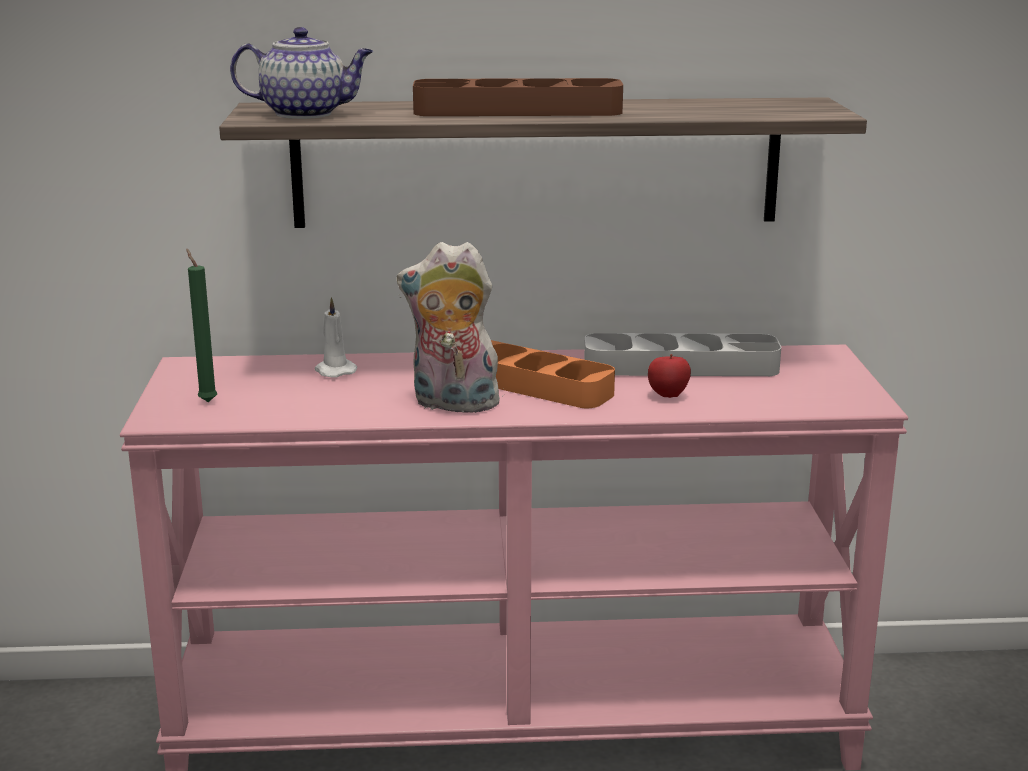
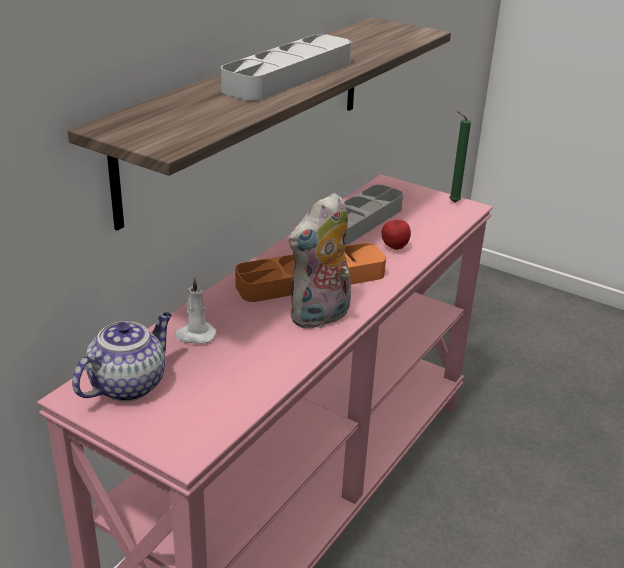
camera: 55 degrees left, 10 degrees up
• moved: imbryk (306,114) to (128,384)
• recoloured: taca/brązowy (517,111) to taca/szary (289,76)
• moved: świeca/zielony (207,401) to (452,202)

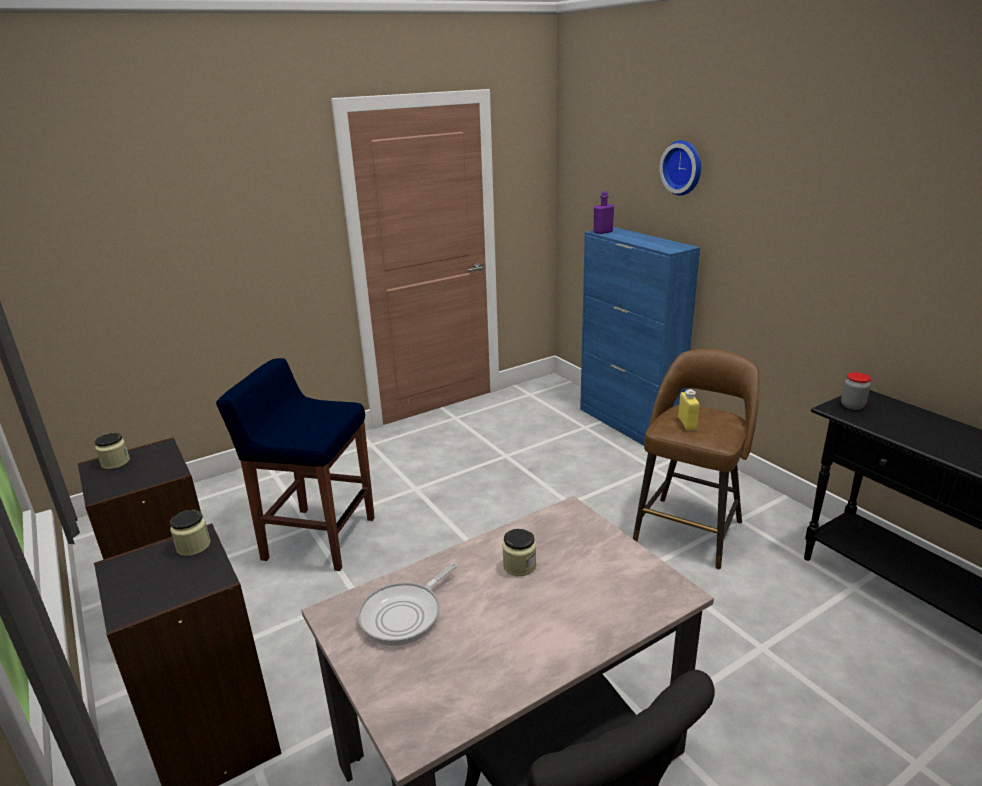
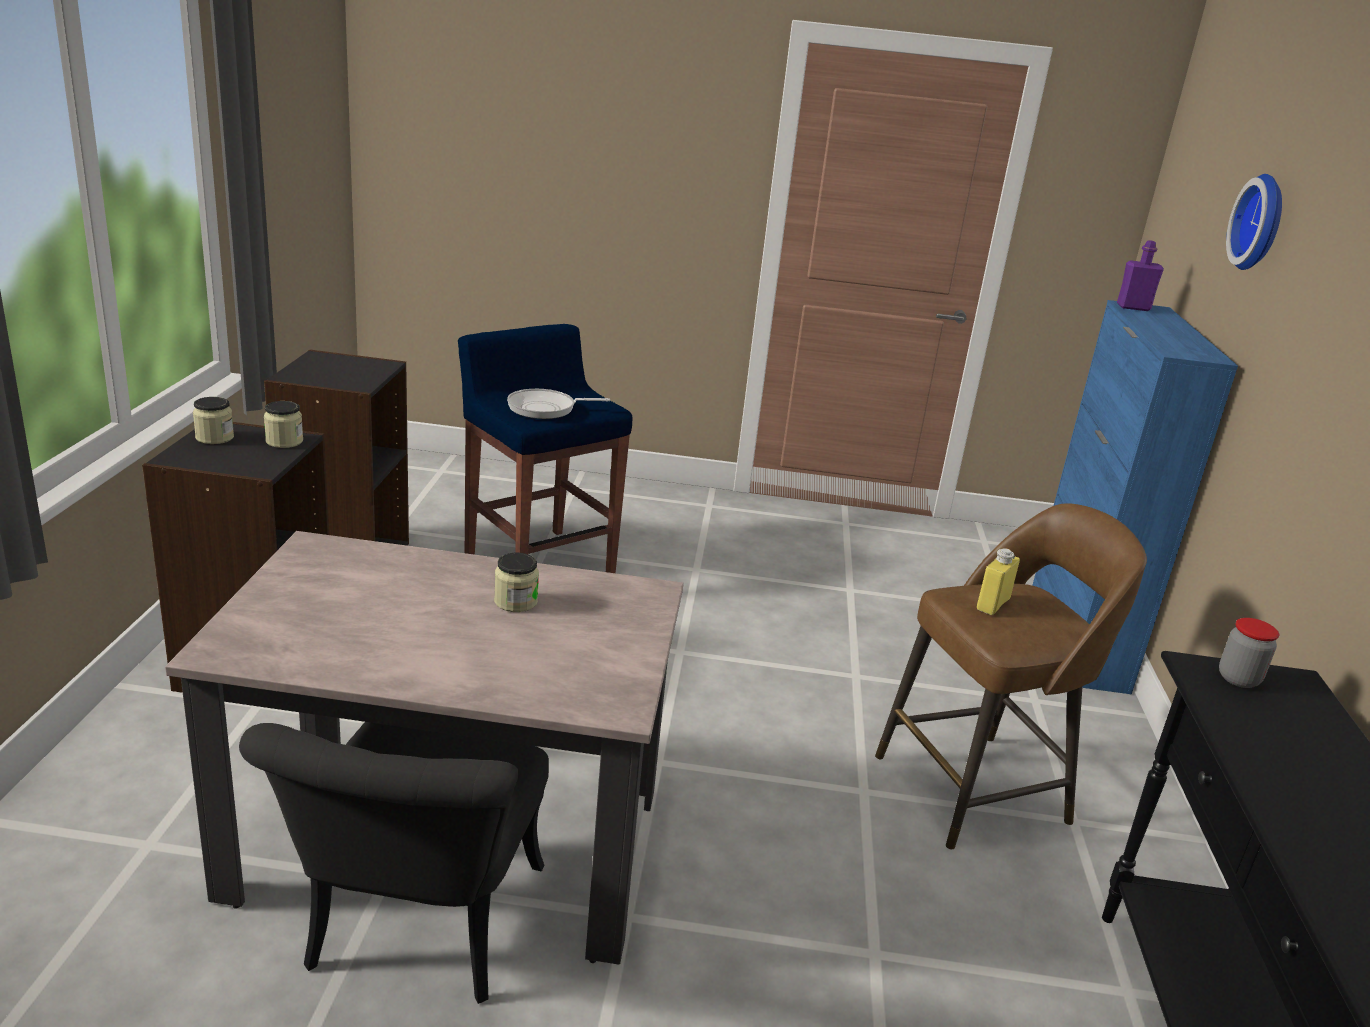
camera: 35 degrees right, 0 degrees up
• moved: słoik (115,462) to (215,437)
• moved: patelnia (405,615) to (546,409)

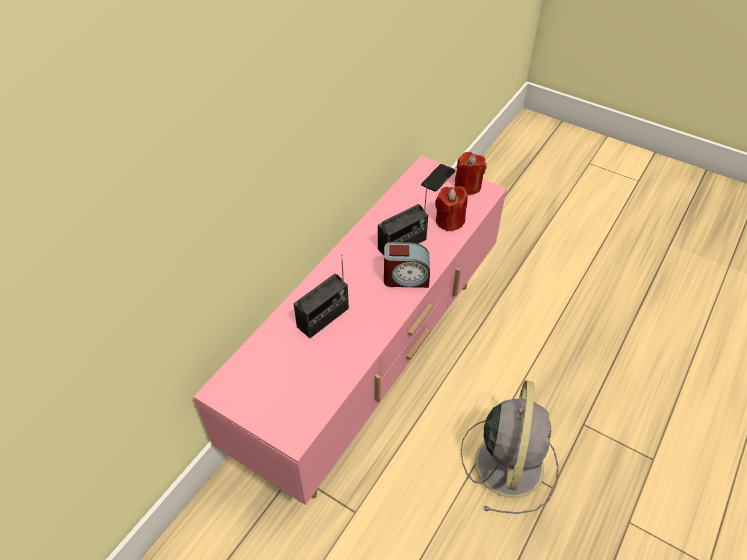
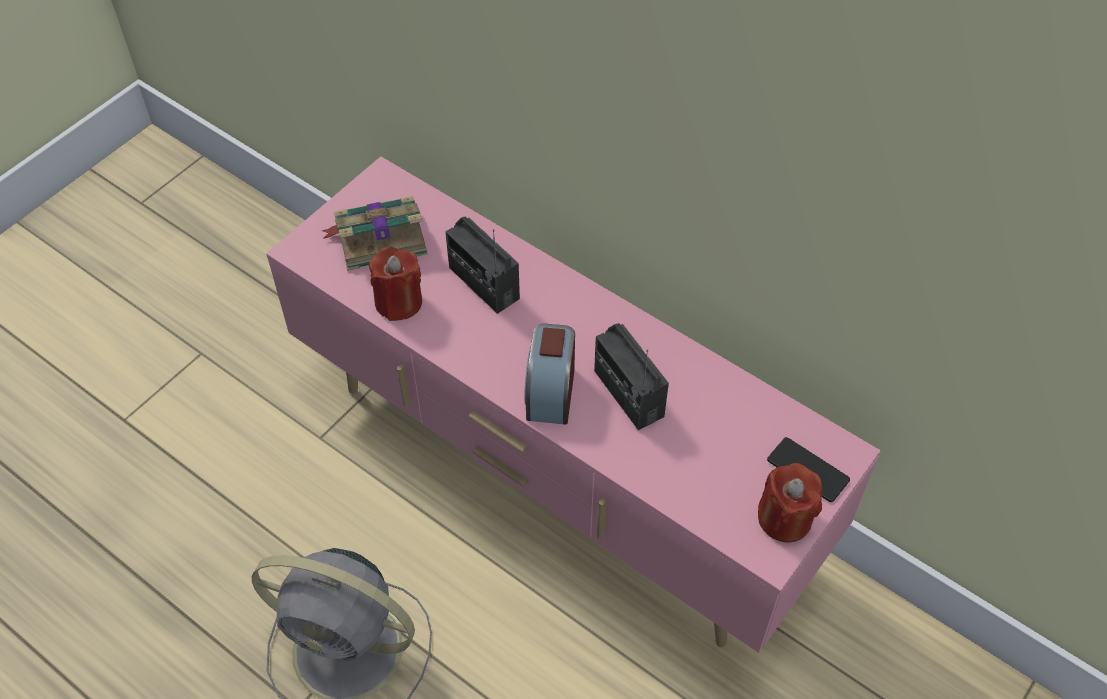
camera: 95 degrees right, 5 degrees up
• moved: świeca/czerwony (449,221) to (398,302)
• added: książka (378,238)

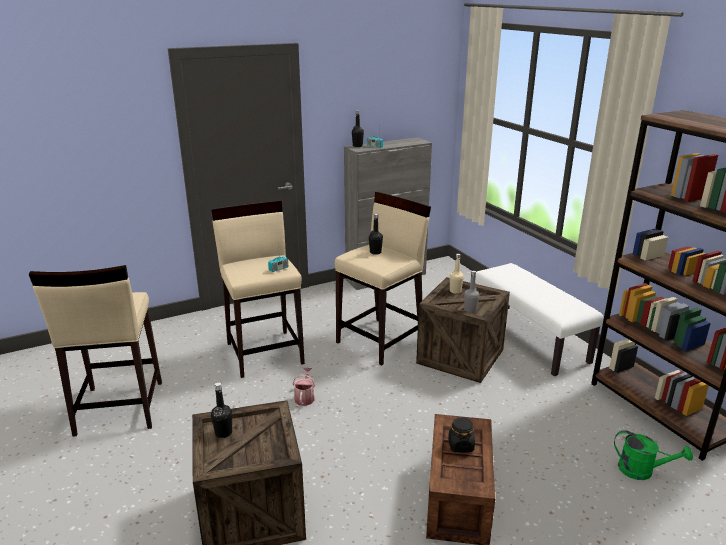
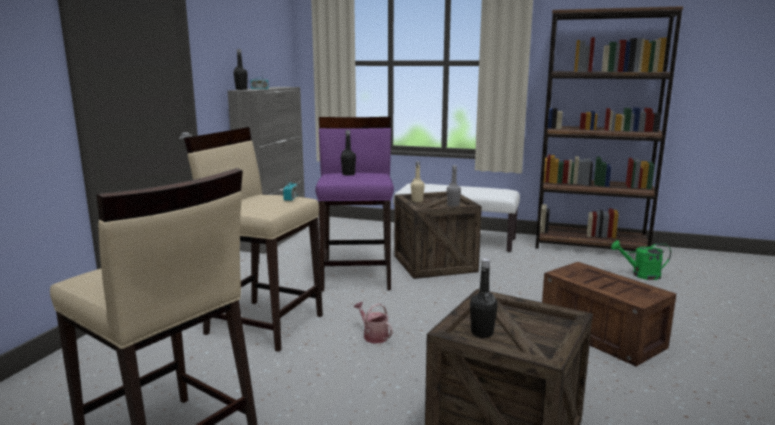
camera: 45 degrees left, 10 degrees down
• recoloured: stołek/beżowy (381,340) to stołek/fioletowy (357,276)
• removed: słoik/czarny (460,445)
• turned: konewka/zielony (642,471) = (641,275) 150 degrees counterclockwise

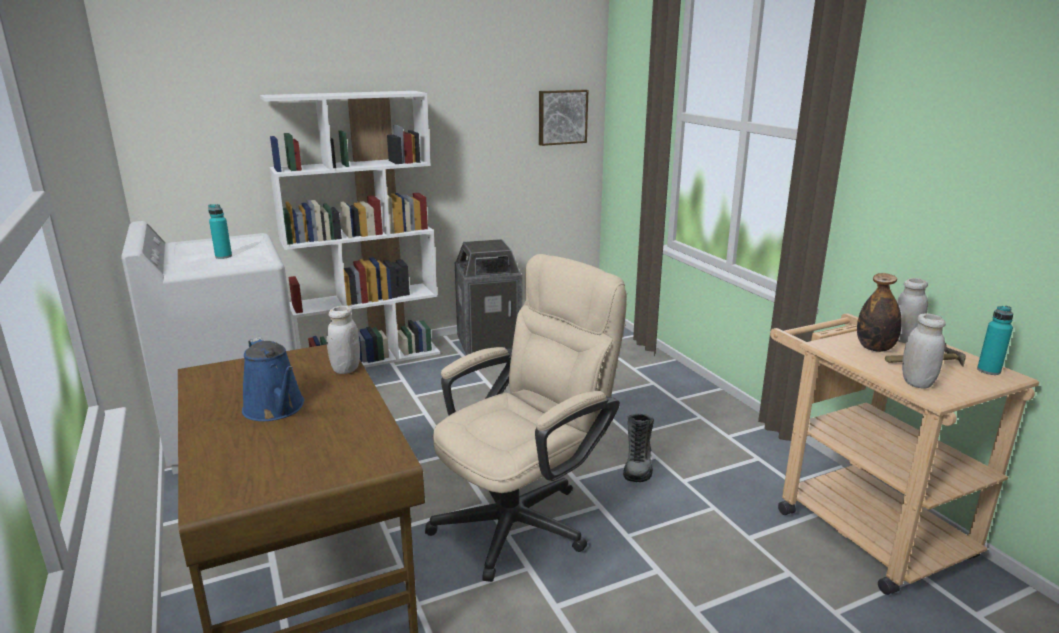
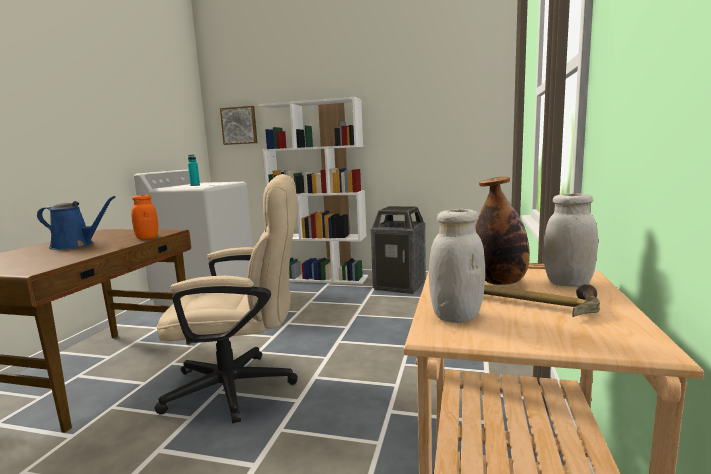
camera: 40 degrees right, 10 degrees down
• moved: obraz (562,117) to (239,125)
• recoloured: słoik/biały (345,369) to słoik/pomarańczowy (147,238)
• removed: butelka/turkusowy (988,370)
• turned: konewka/niebieski (276,409) = (76,245) 90 degrees counterclockwise
• removed: but z cholewką (638,465)

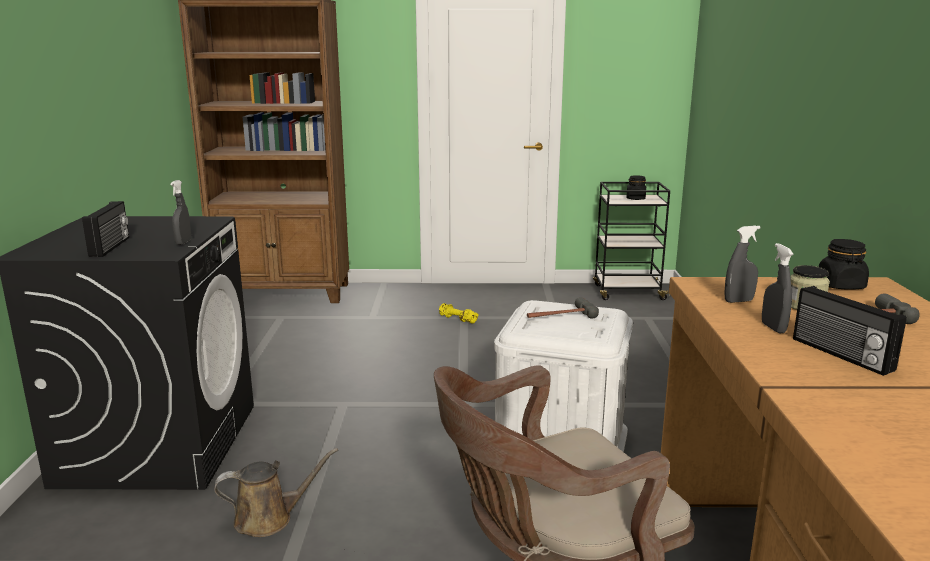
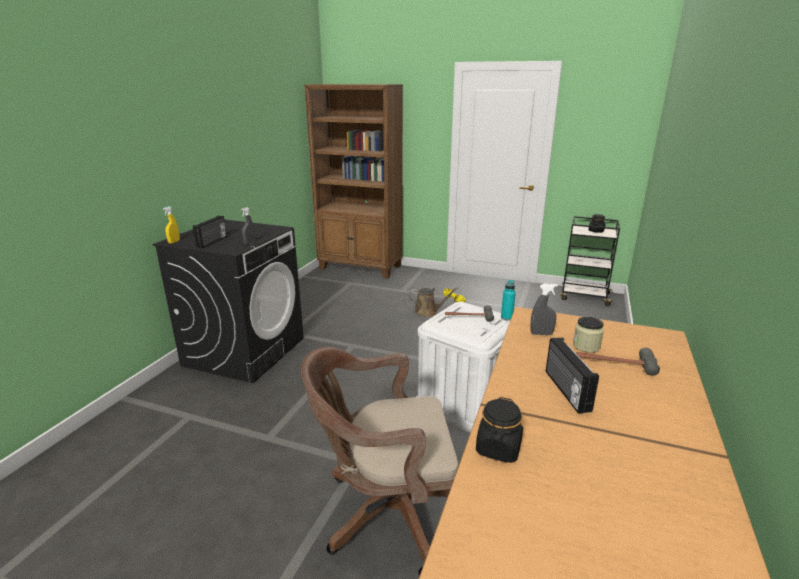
camera: 20 degrees right, 5 degrees up
• moved: słoik/czarny (841,285) to (498,448)
• removed: spryskiwacz/szary (773,328)
• moved: konewka/brązowy (269,519) to (428,312)
• added: spryskiwacz/żółty (174,242)
• added: butelka/turkusowy (506,318)

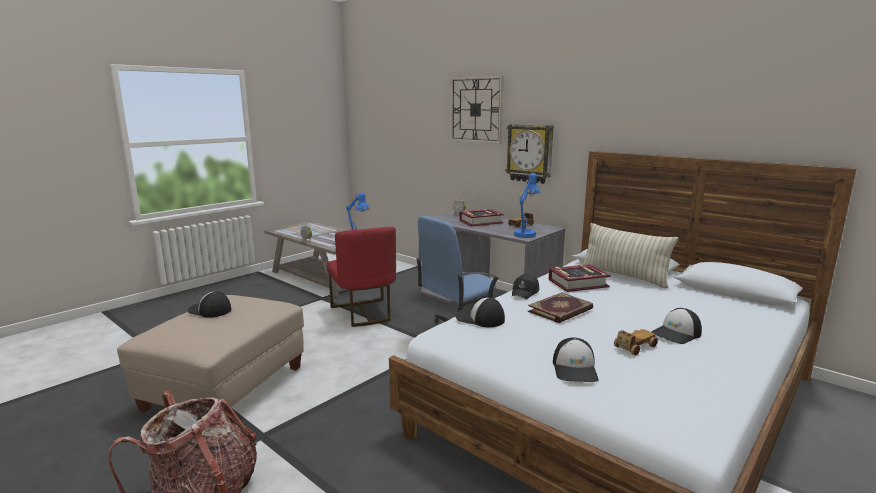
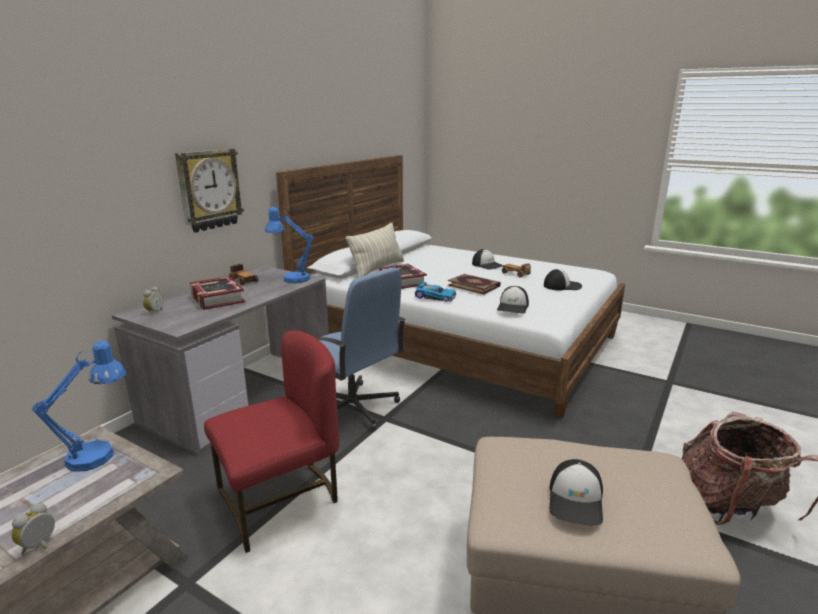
camera: 100 degrees left, 5 degrees up
• removed: zegar ścienny (476,109)
• replaced: czapka z daszkiem/czarny (525,292) to samochodzik (435,296)

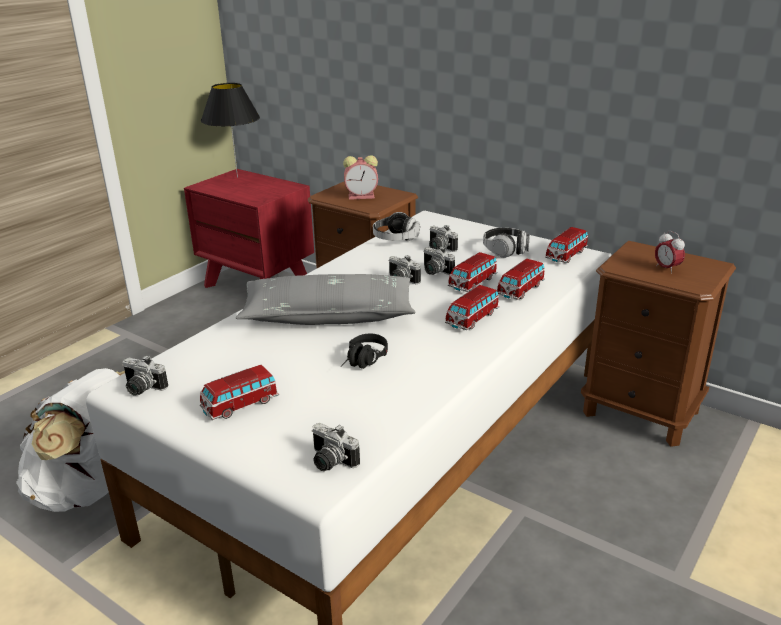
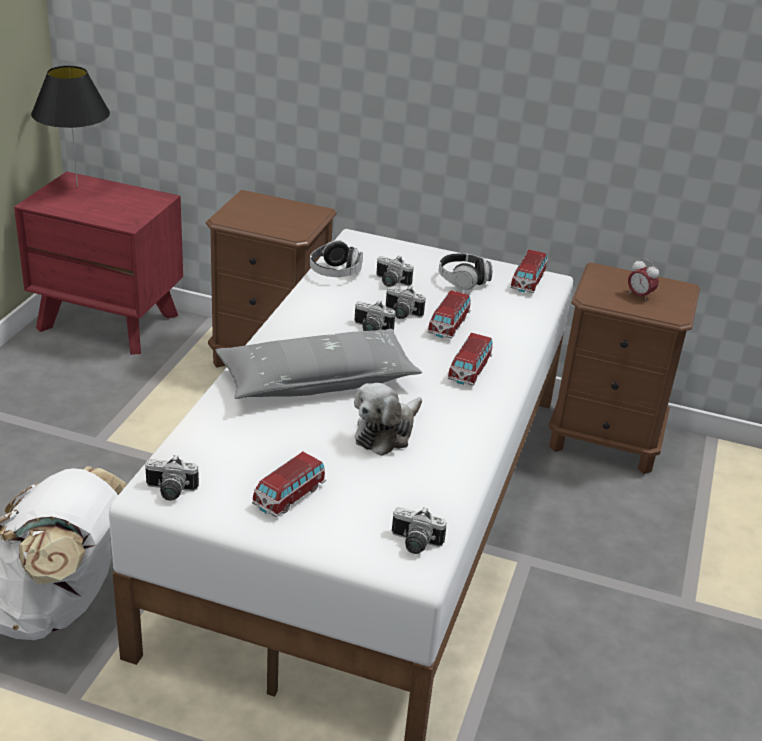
camera: 20 degrees left, 5 degrees up
• removed: budzik (362,196)
• removed: samochodzik (520,290)
• replaced: słuchawki/czarny (363,362) to pluszak (386,432)

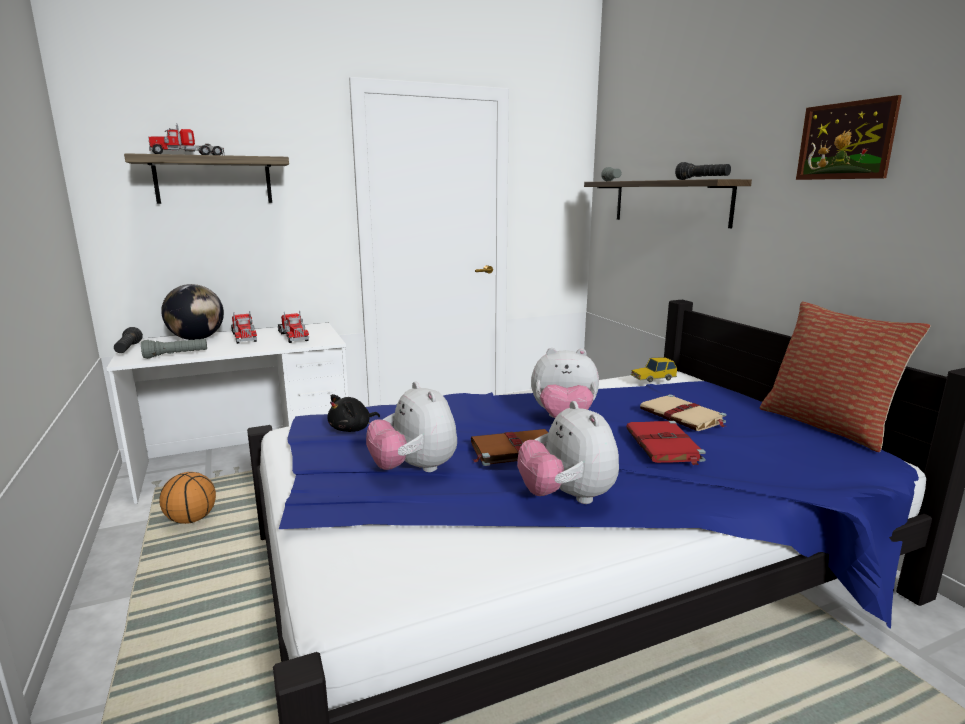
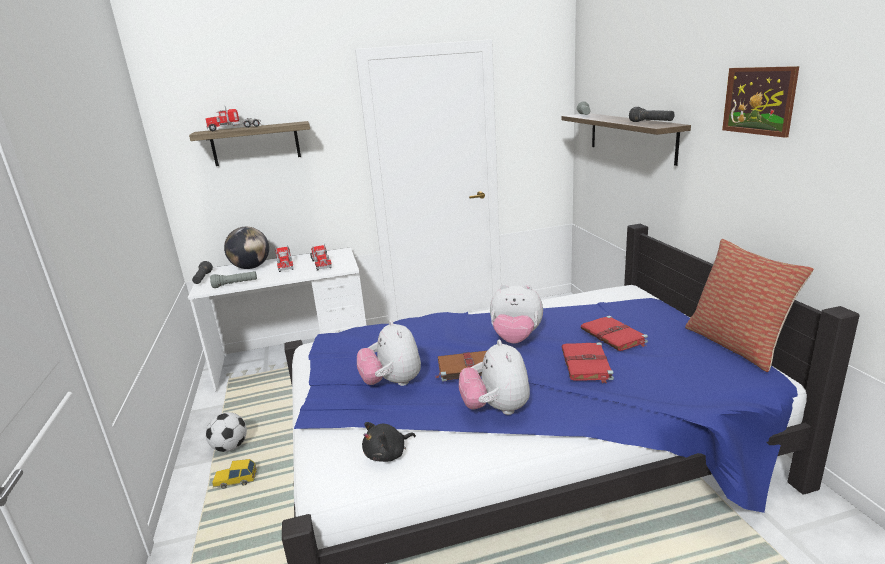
camera: 10 degrees right, 5 degrees up
• moved: samochodzik (653,378) to (235,480)
• moved: pluszak/czarny (352,429) to (388,454)
• recoloured: książka/beżowy (683,416) to książka/czerwony (614,336)
• removed: piłka do koszykówki (191,519)
• added: piłka futbolowa (230,447)

